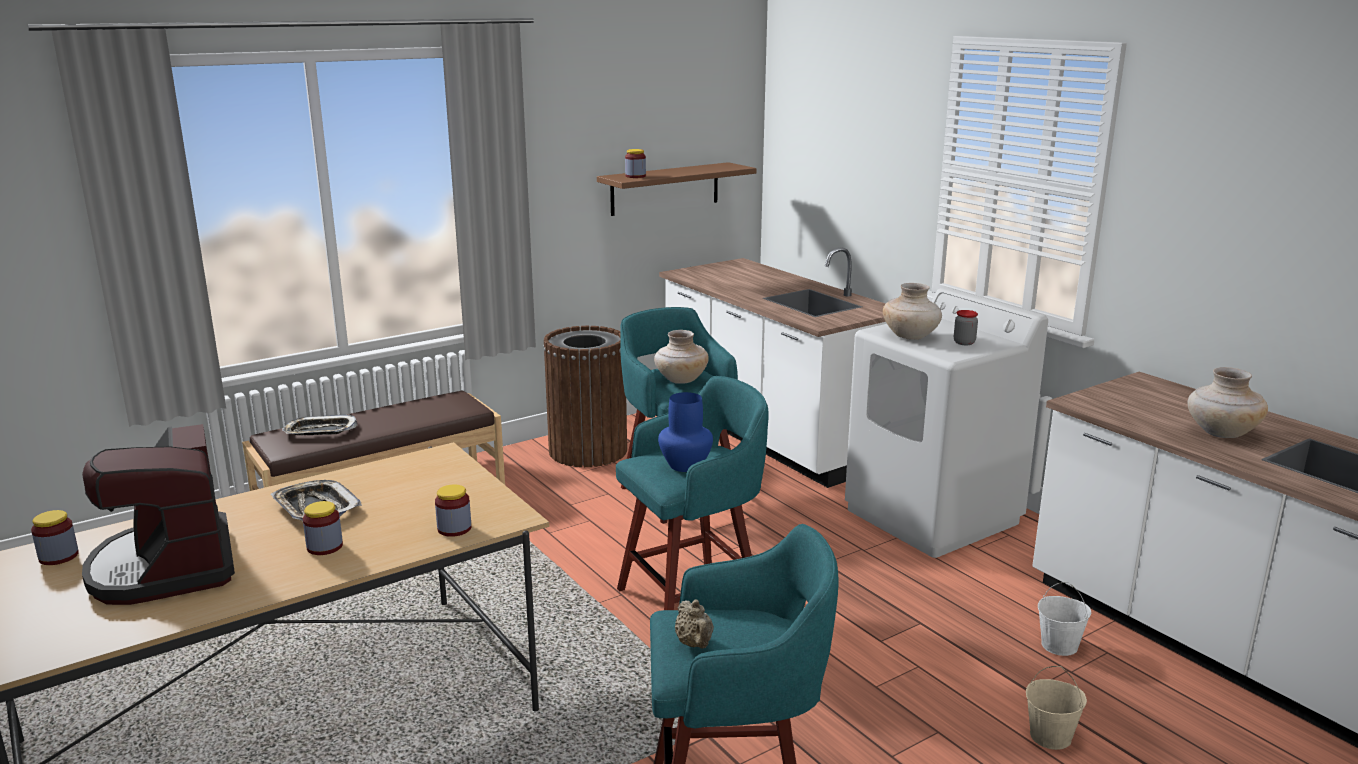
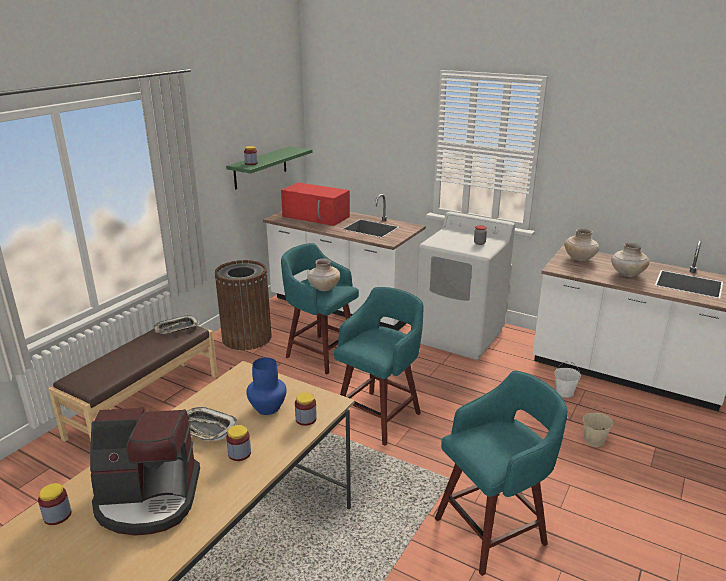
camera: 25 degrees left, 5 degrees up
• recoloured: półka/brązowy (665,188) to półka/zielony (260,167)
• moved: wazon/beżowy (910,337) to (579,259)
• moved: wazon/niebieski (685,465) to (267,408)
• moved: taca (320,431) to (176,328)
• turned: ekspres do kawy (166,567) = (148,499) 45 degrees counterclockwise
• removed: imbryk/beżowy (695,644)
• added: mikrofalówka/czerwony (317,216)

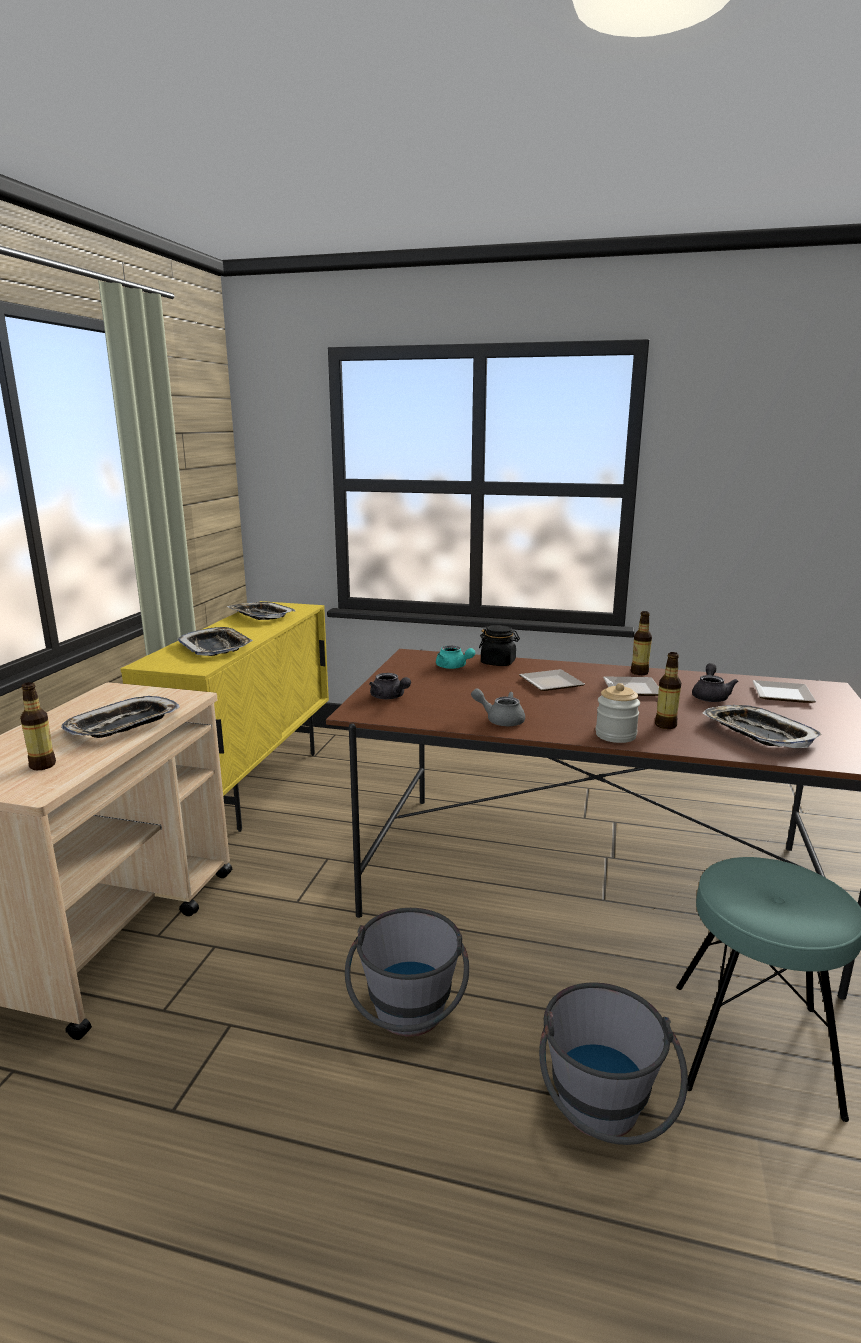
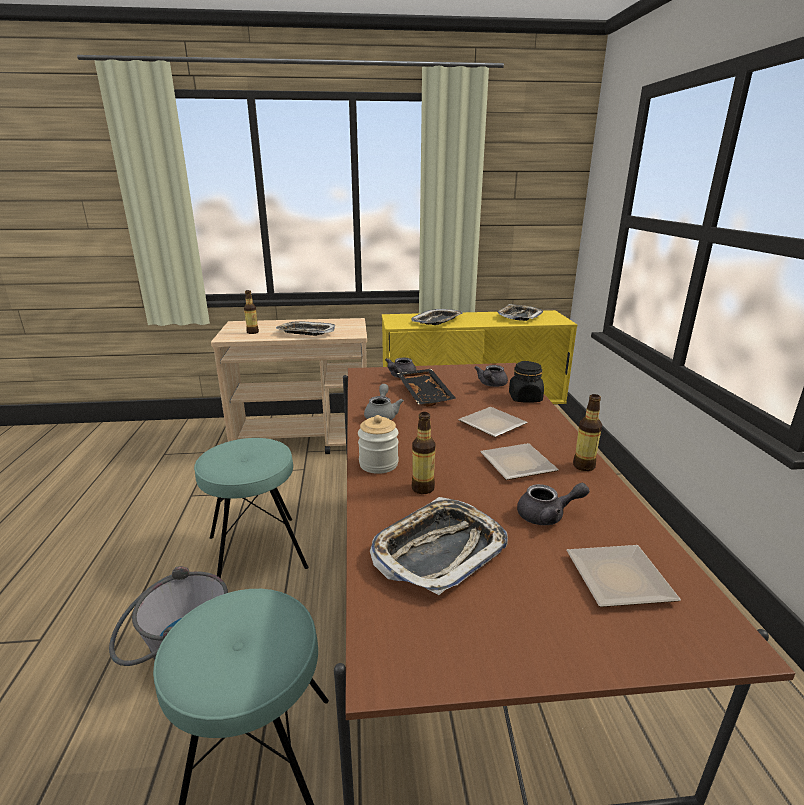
camera: 70 degrees right, 5 degrees up
• recoloured: imbryk/turkusowy (453,667) to imbryk/szary (491,385)
• replaced: wiadro/szary (408,1022) to stołek/turkusowy (257,552)
• added: taca/czarny (426,394)

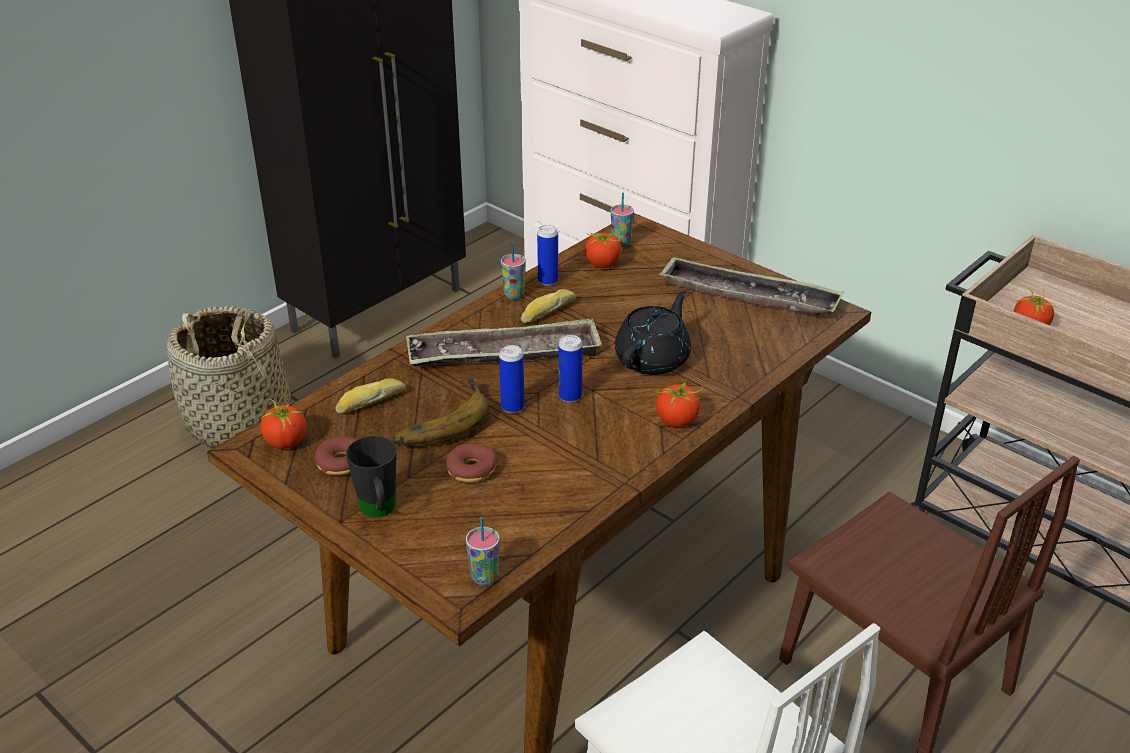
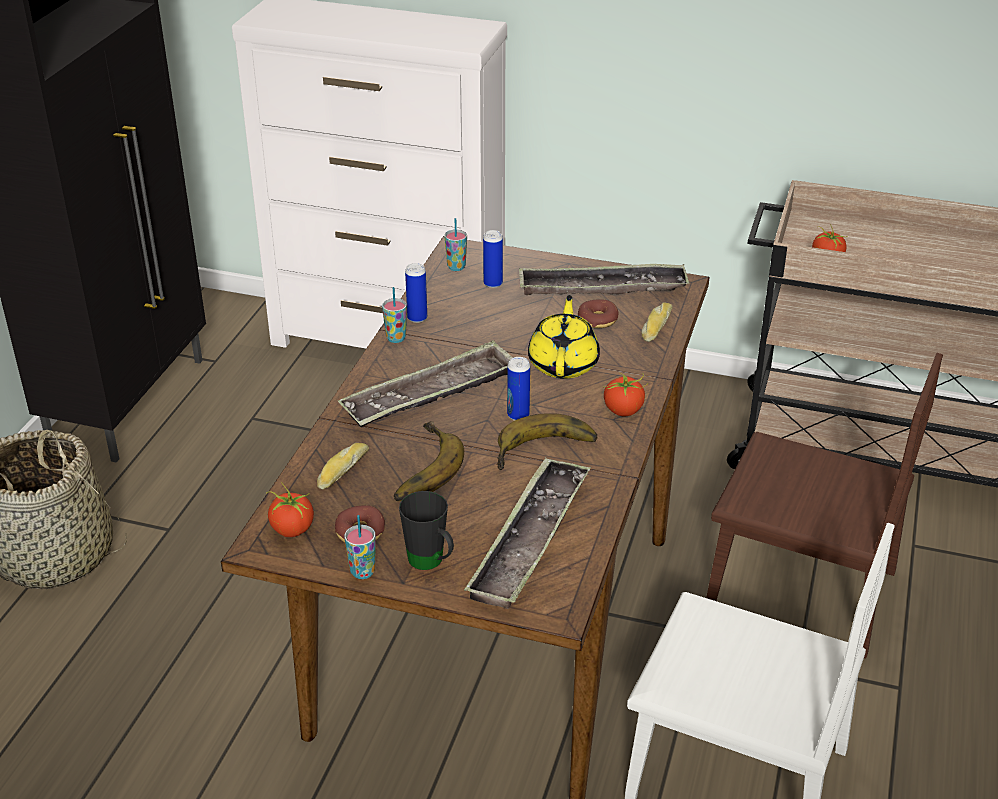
camera: 25 degrees left, 0 degrees up
• removed: pomidor (603,264)
• moved: chleb (547,311) to (655,327)
• recoloured: imbryk/czarny (653,359) to imbryk/żółty (564,363)
• moved: puszka (512,407) to (493,283)
• moved: donut (471,470) to (597,320)
• moved: filiżanka (484,577) to (362,572)
• added: banan (546,452)
• added: taca (530,539)

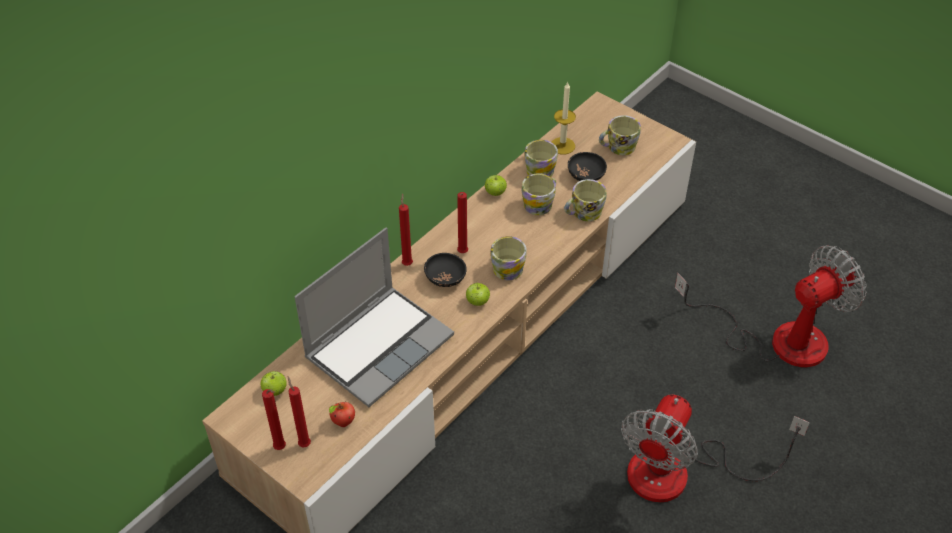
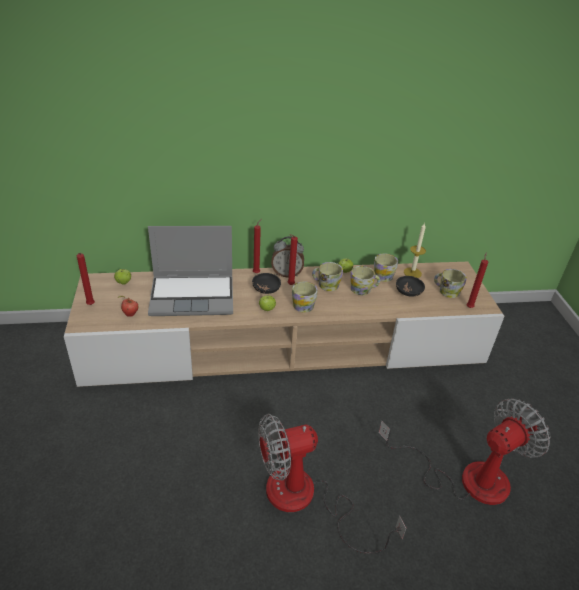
camera: 40 degrees right, 10 degrees down
• moved: kubek (583,213) to (325,284)
• turned: wentylator (778,339) = (466,477) 45 degrees counterclockwise
• moved: świeca/czerwony (304,443) to (469,307)
• added: budzik (287,274)

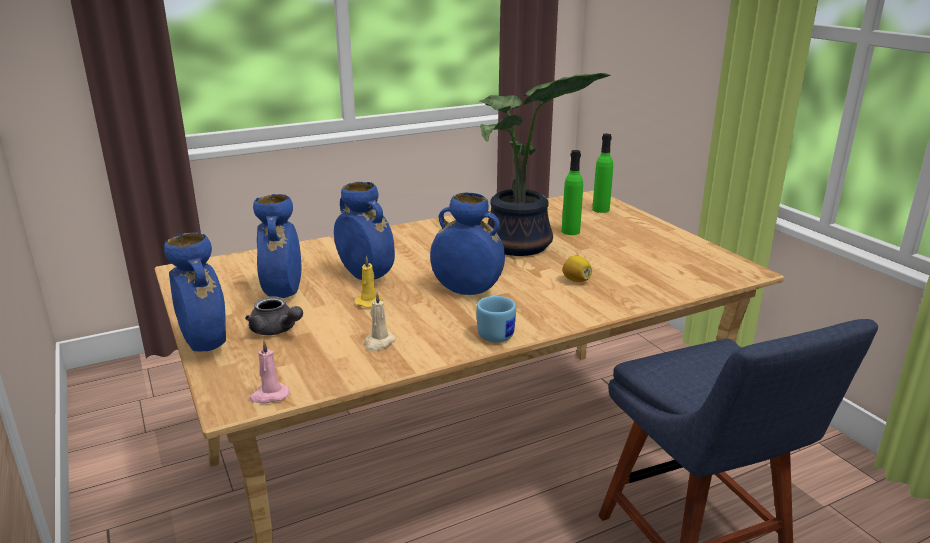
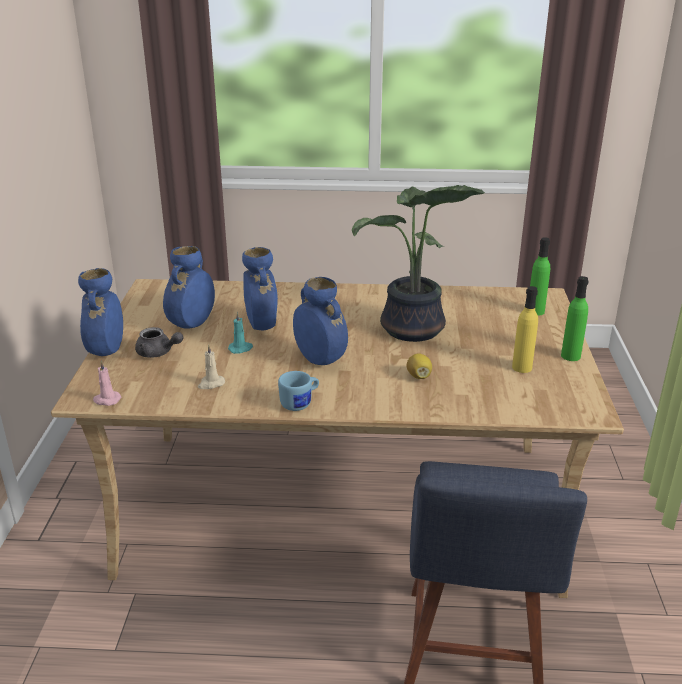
camera: 30 degrees right, 5 degrees up
• moved: butelka/zielony (570,231) to (570,356)
• recoloured: świeca/żółty (370,302) to świeca/turkusowy (241,348)
• turned: imbryk/szary (276,330) = (158,353) 45 degrees counterclockwise
• added: butelka/żółty (522,367)

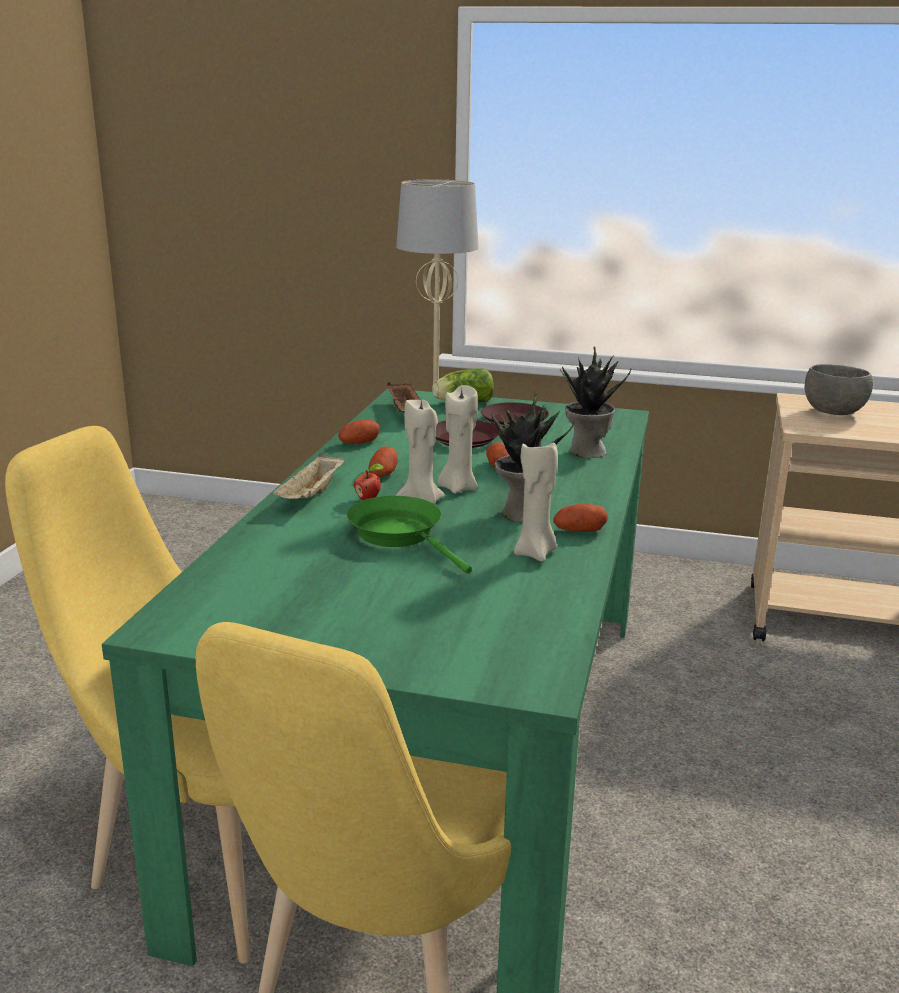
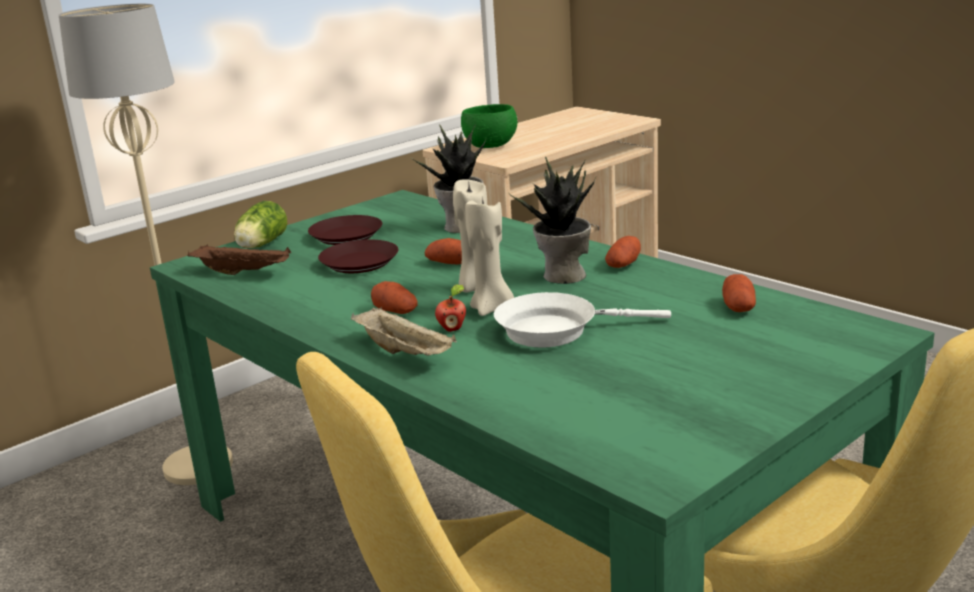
camera: 55 degrees left, 0 degrees up
• recoloured: miska/szary (834,413) to miska/zielony (491,146)
• moved: ziemniak (359,443) to (738,307)
• removed: świeca/beżowy (535,553)
• recoloured: patelnia/zielony (400,535) to patelnia/biały (555,330)

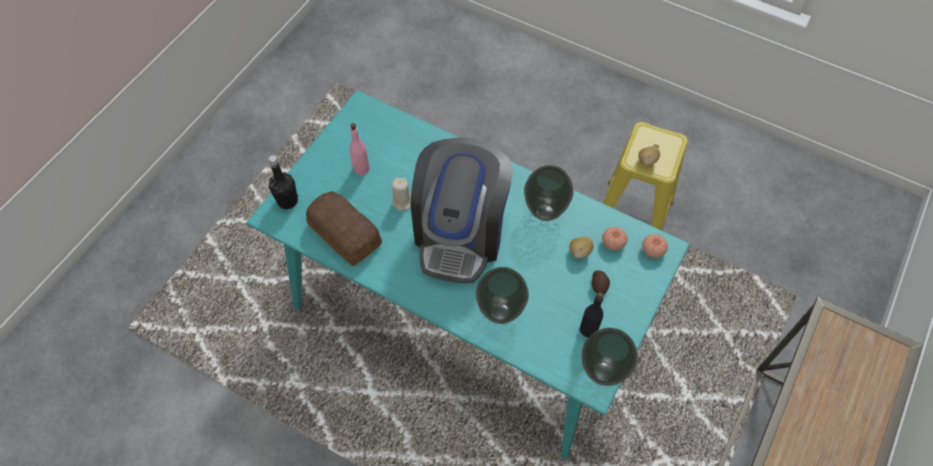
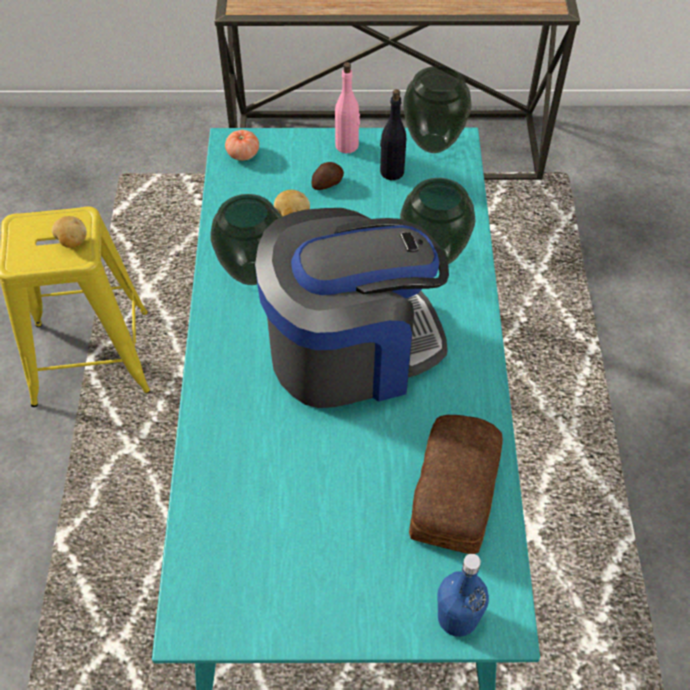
camera: 120 degrees left, 5 degrees down
• moved: butelka/różowy (361,168) to (347,145)
• recoloured: butelka/czarny (287,201) to butelka/niebieski (457,618)
• removed: świeca/beżowy (402,202)
• removed: pomidor (613,243)

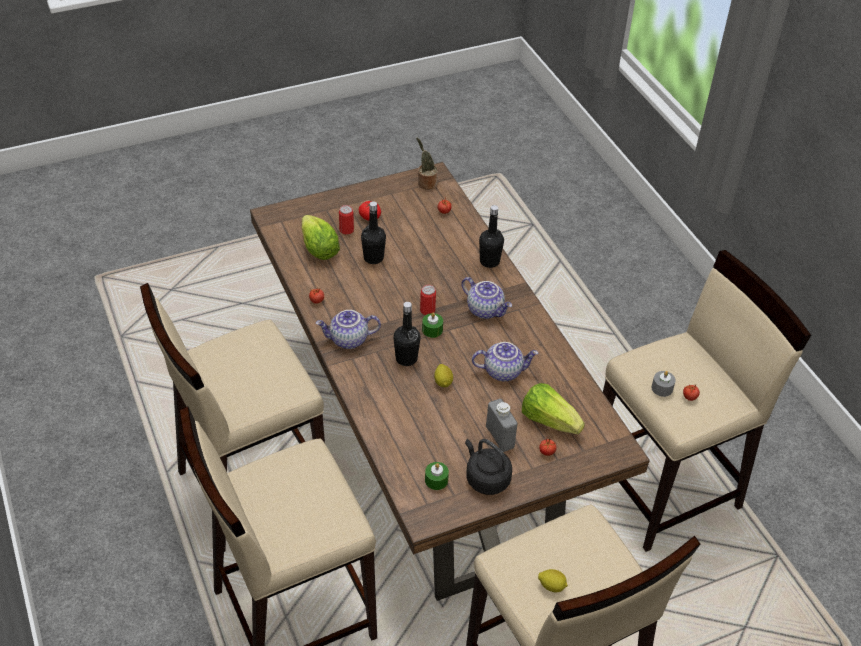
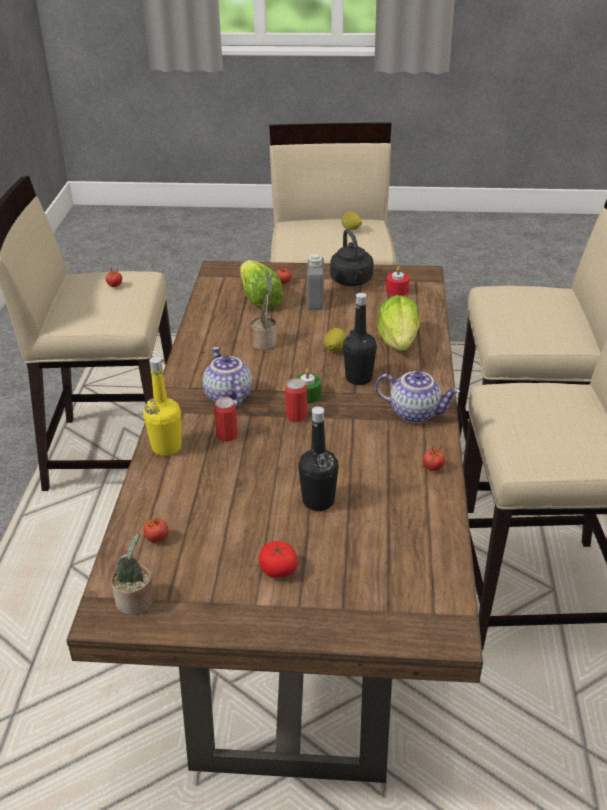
camera: 150 degrees left, 10 degrees down
• moved: puszka (346,230) to (227,435)
• recoloured: butelka/czarny (489,261) to butelka/żółty (166,447)
• moved: sałata (319,249) to (399,342)
• replaced: imbryk (503,371) to roślina doniczkowa (264,342)
• removed: świeca/szary (662,388)
• recoloured: świeca/zielony (436,480) to świeca/czerwony (397,290)

